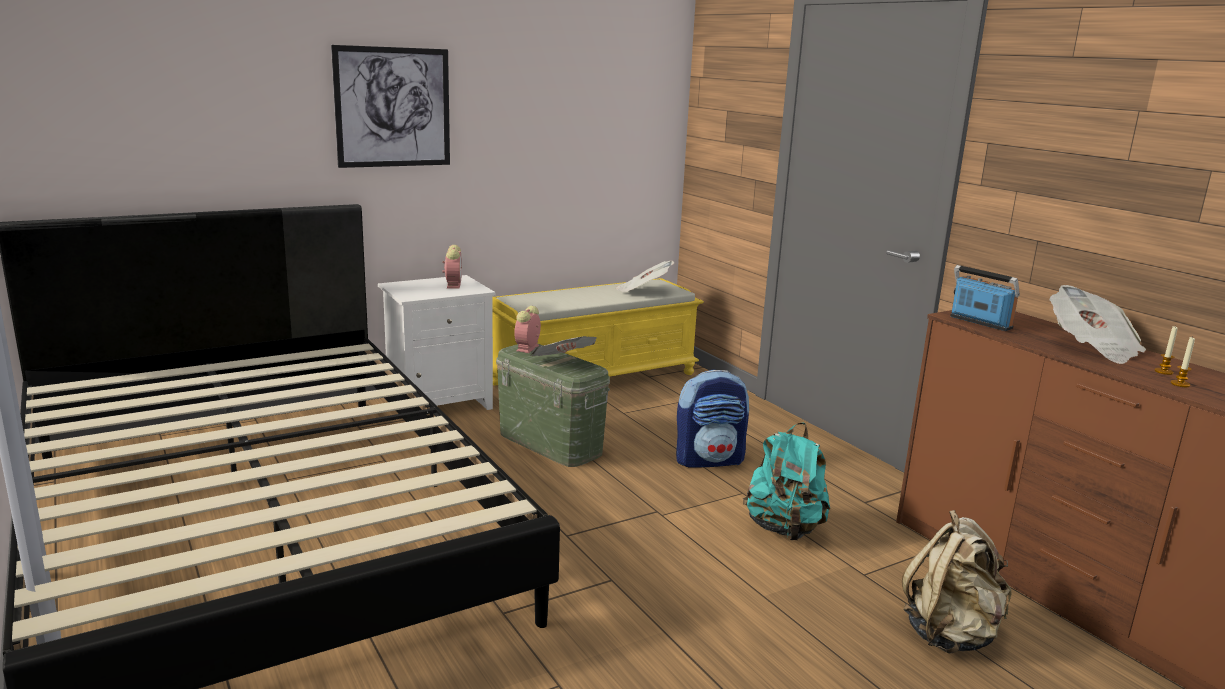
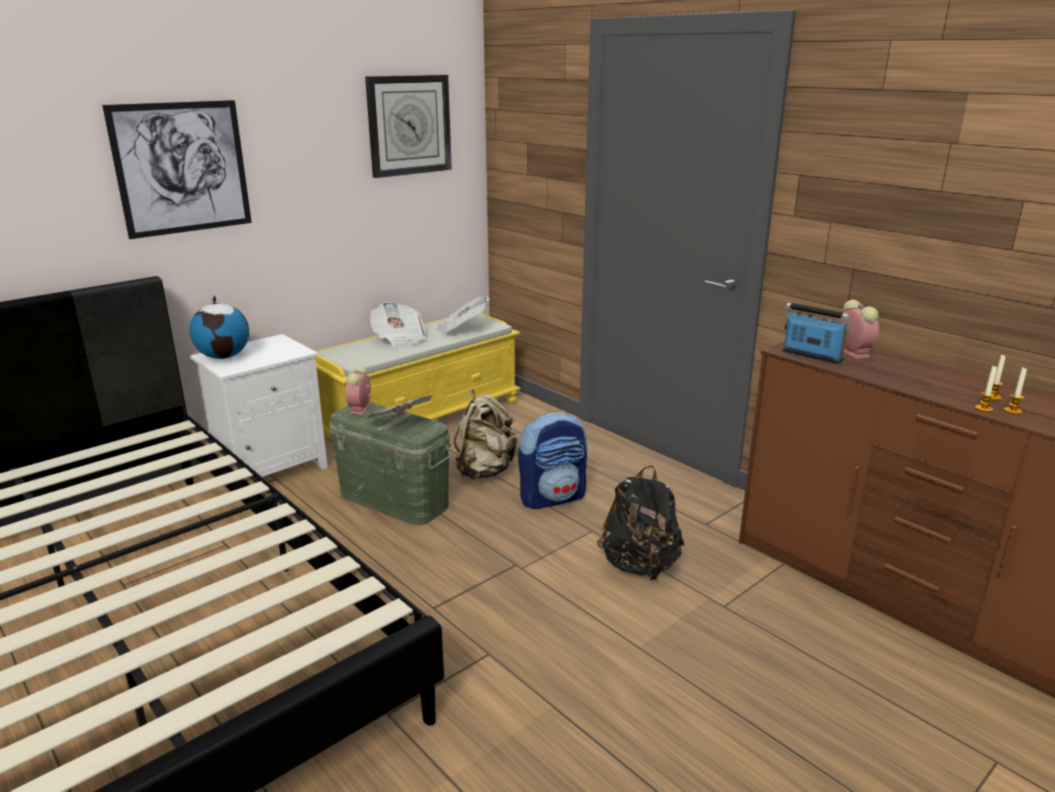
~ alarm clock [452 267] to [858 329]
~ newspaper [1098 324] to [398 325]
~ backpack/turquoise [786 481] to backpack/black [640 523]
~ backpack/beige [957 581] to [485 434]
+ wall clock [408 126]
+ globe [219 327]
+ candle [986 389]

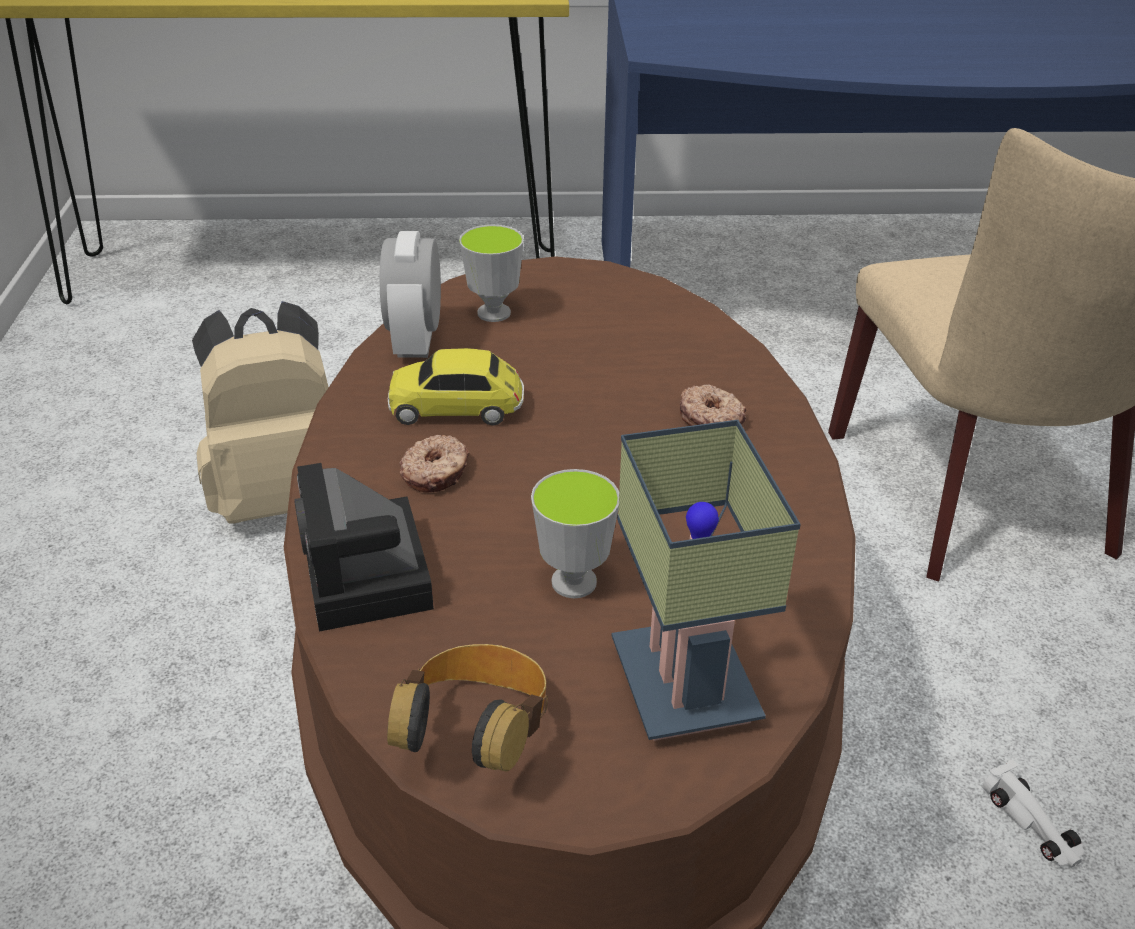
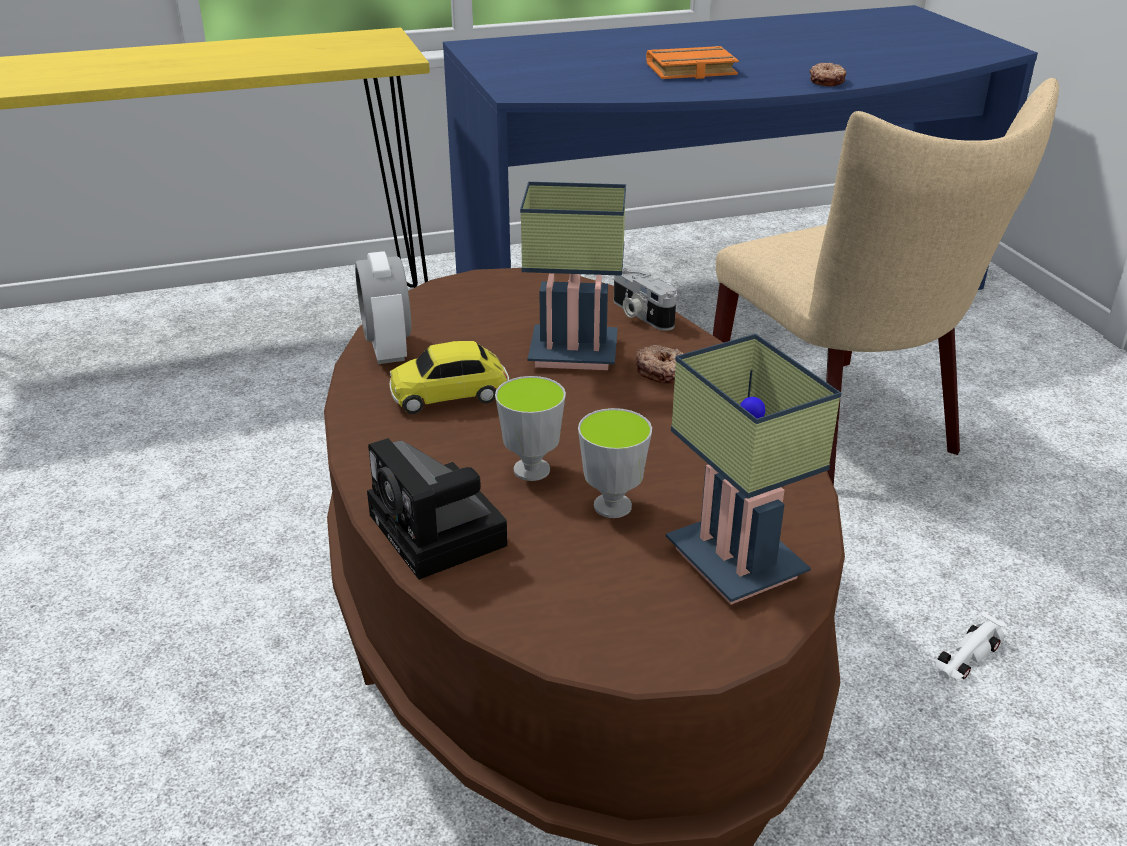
~ cup [491 273] to [530 428]
- backpack/beige [260 412]
~ donut [434 463] to [827 75]
- headphones [467 708]
~ toy car/white [1032 813] = [970 646] 90 degrees clockwise
+ book/orange [692 62]
+ table lamp [573 276]
+ photo camera [645 298]

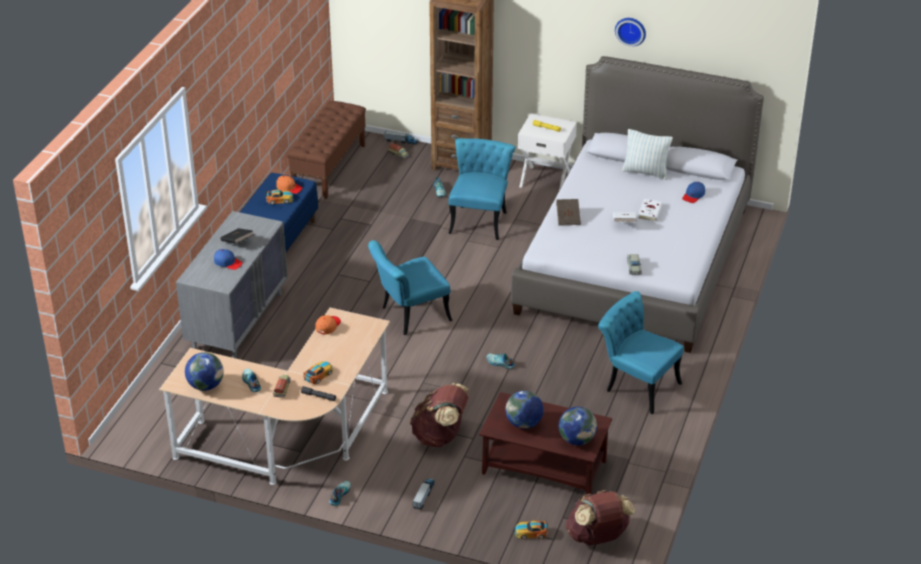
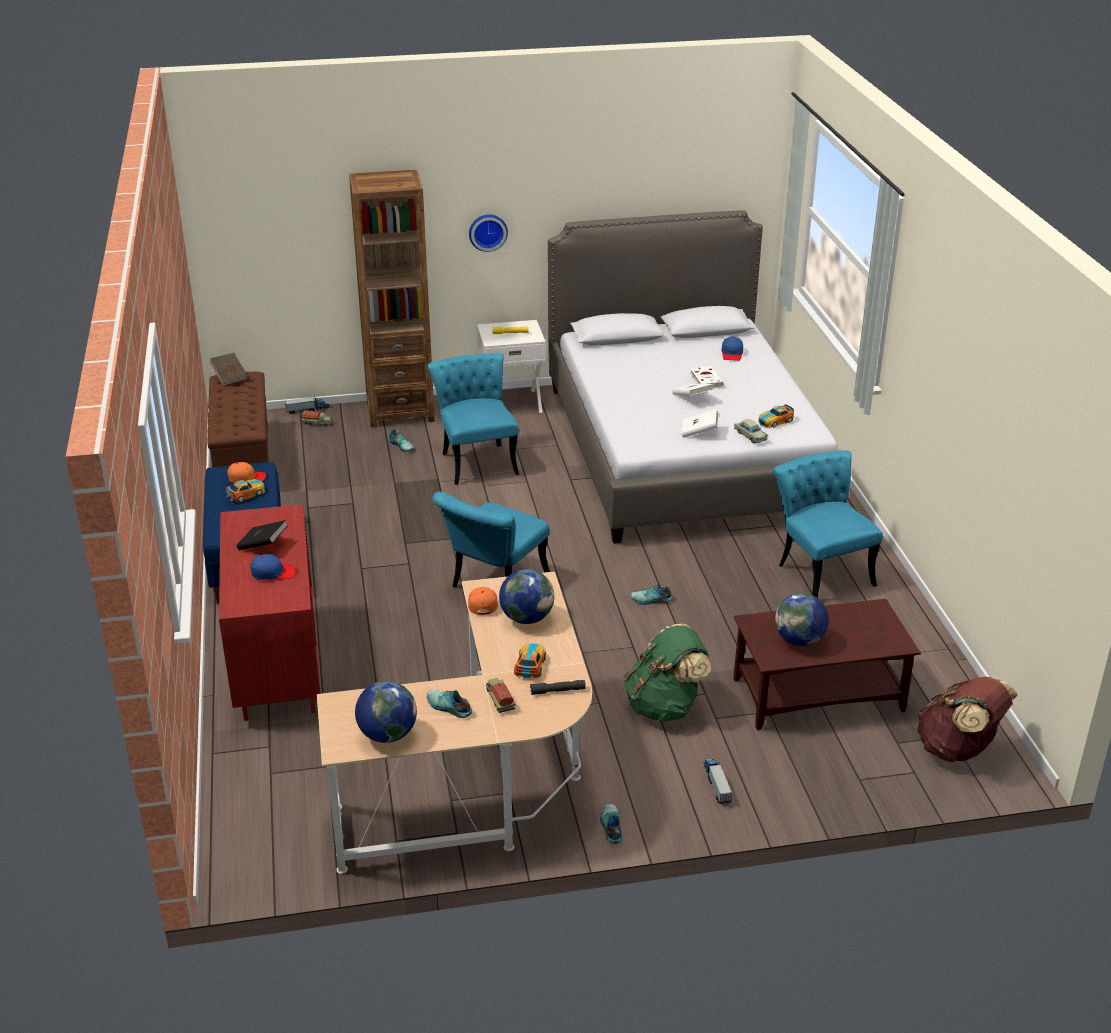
~ wall clock [630 32] to [488 233]
- pillow [647 154]
~ book/brown [568 212] to [229 369]
~ dresser/grey [232 284] to dresser/red [270 612]
~ chair/turquoise [641 352] = [828 524] 60 degrees clockwise
~ backpack/brown [439 415] to backpack/green [667 673]
~ globe [578 426] to [526 596]
~ toy car [531 530] to [776 416]
+ book/white [700 423]

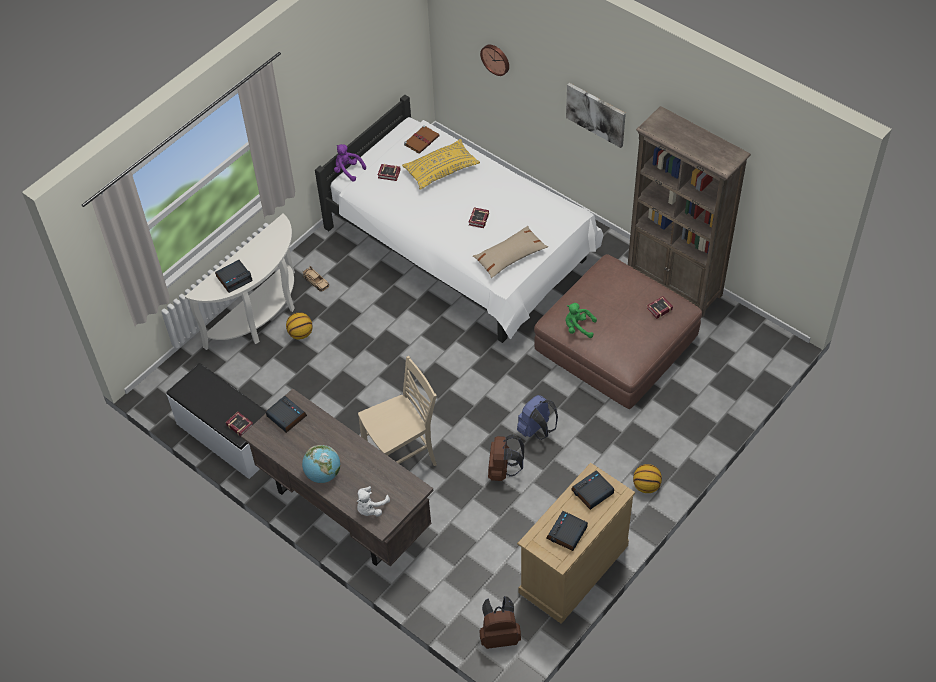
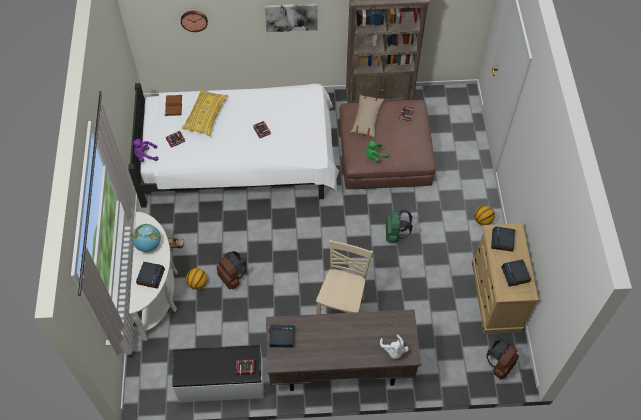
~ pillow/beige [510 252] to [367 116]
~ backpack/blue [537 417] to backpack/green [399 226]
~ backpack/brown [506 458] to [231 270]
~ globe [321 464] to [146 238]

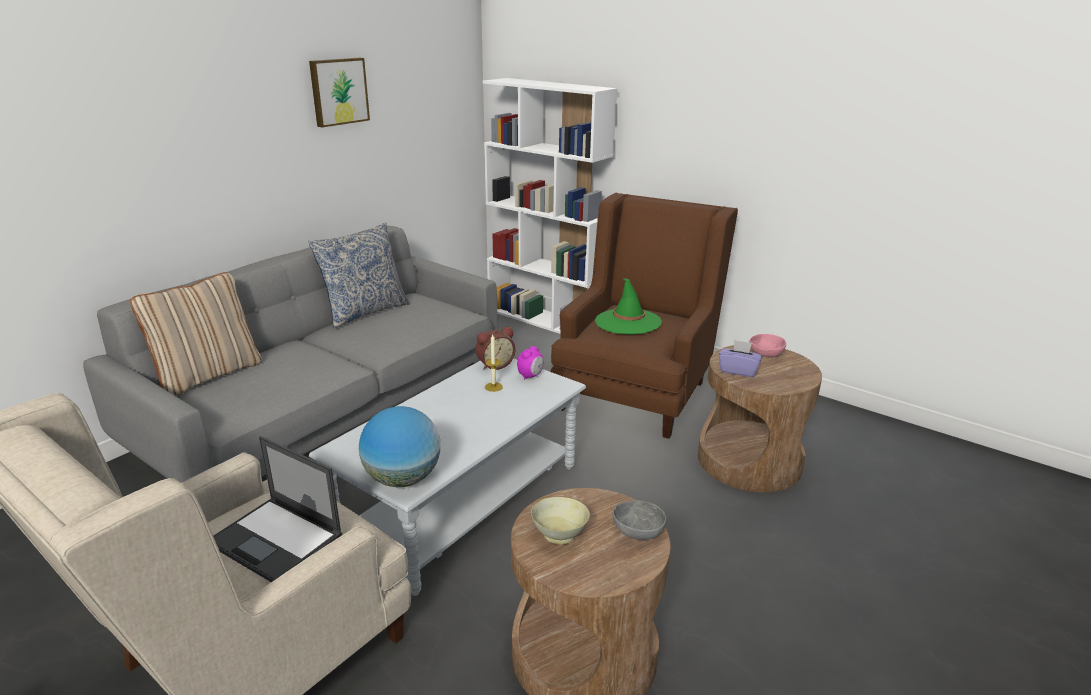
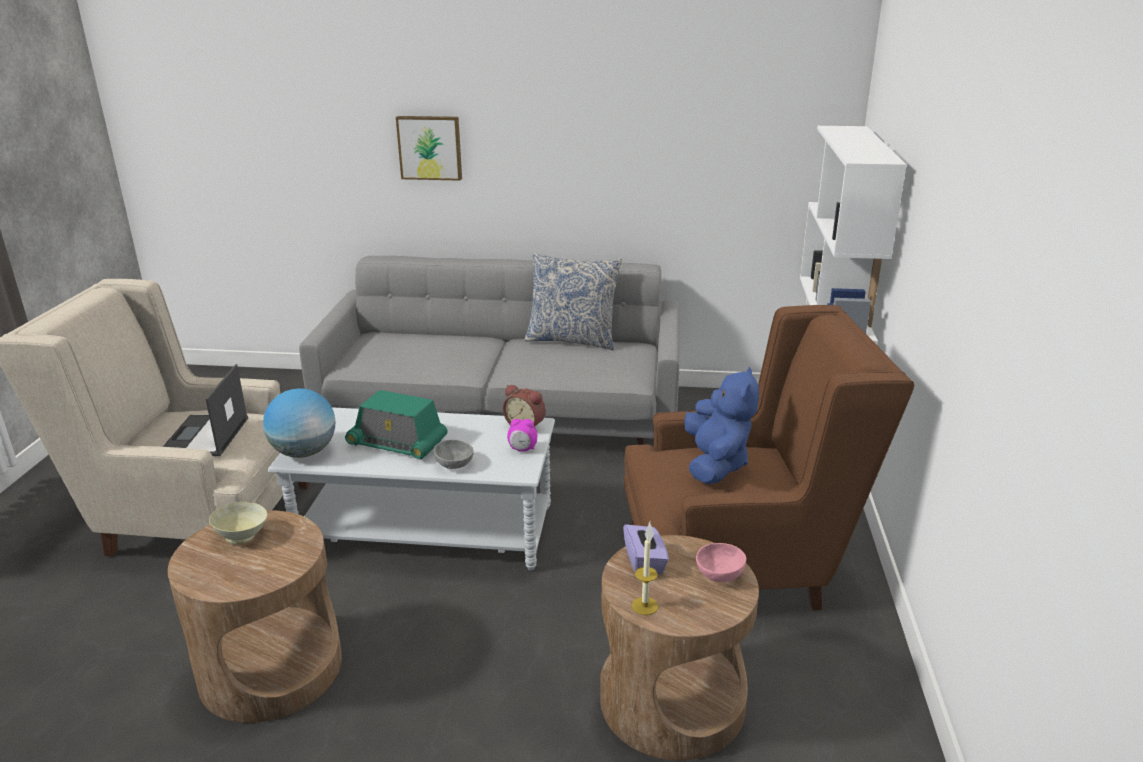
~ picture [339 92] to [429 148]
- pillow/beige [195 334]
~ hat/green [628 306] to plush toy/blue [721 426]
~ candle [494 363] to [645 576]
~ bowl/grey [639 520] to [454 454]
+ radio [396 425]

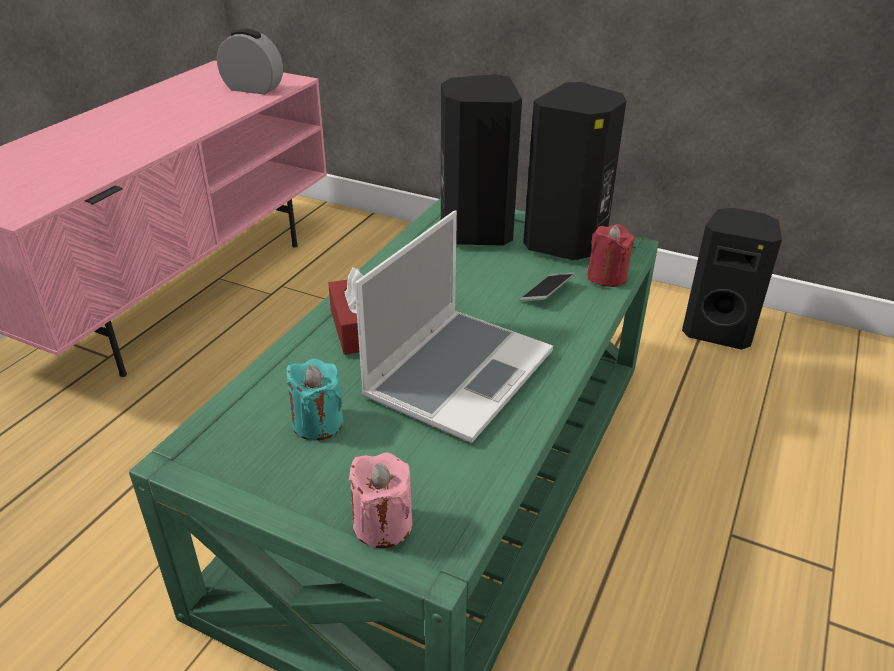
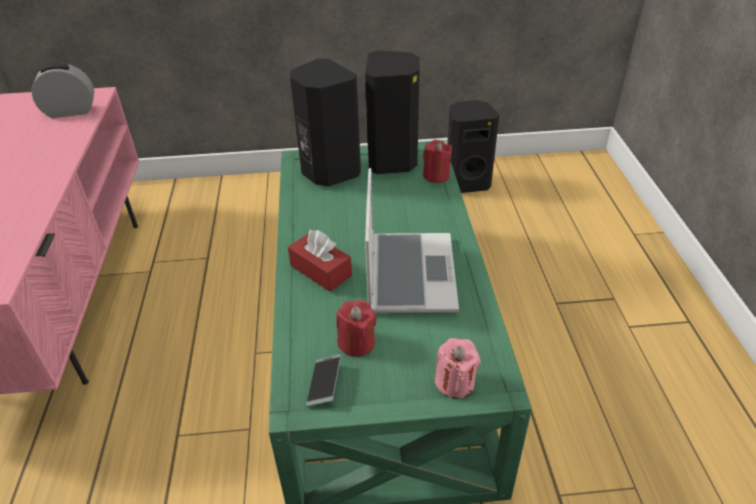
~ phone [547 286] to [323 380]
~ candle/turquoise [314 399] to candle/red [356 328]

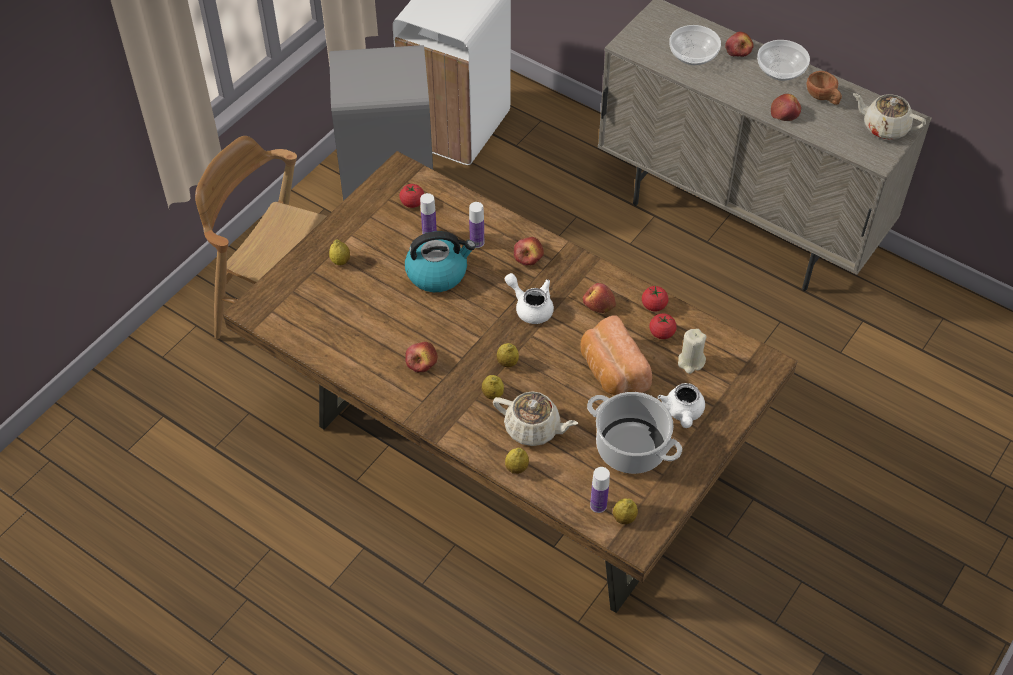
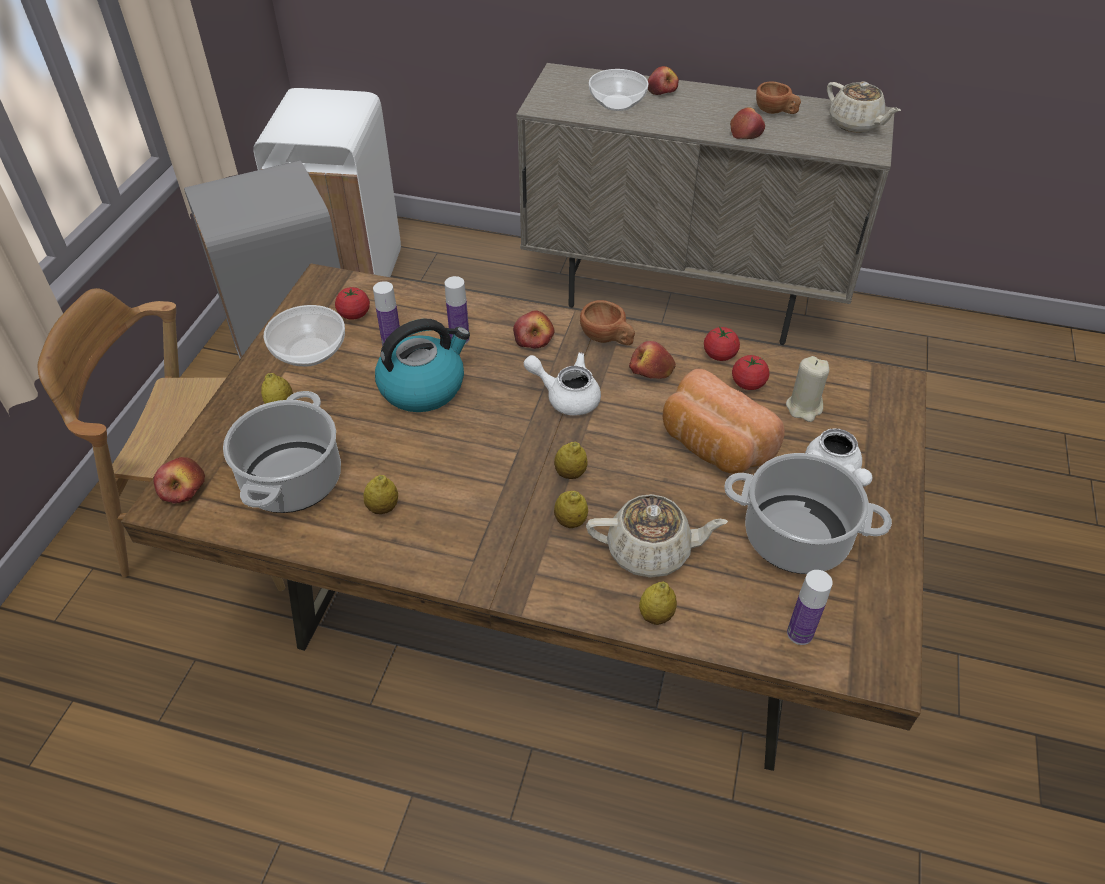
~ bowl [783 60] to [304 336]
~ teapot/beige [889 116] = [864 107] 135 degrees counterclockwise
~ apple [421 357] to [179 480]
~ lemon [625 511] to [380 494]
+ cup/brown [607 322]
+ cooking pot [282 452]

